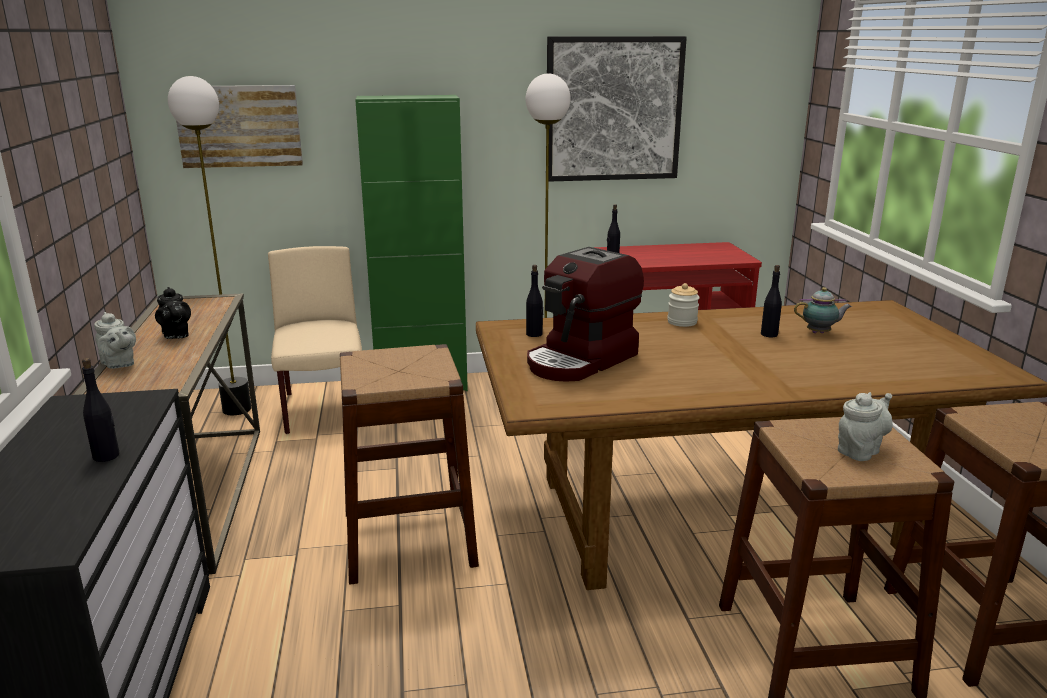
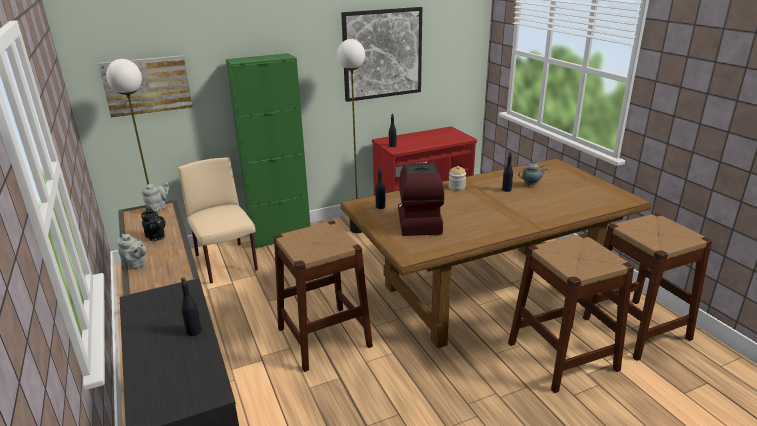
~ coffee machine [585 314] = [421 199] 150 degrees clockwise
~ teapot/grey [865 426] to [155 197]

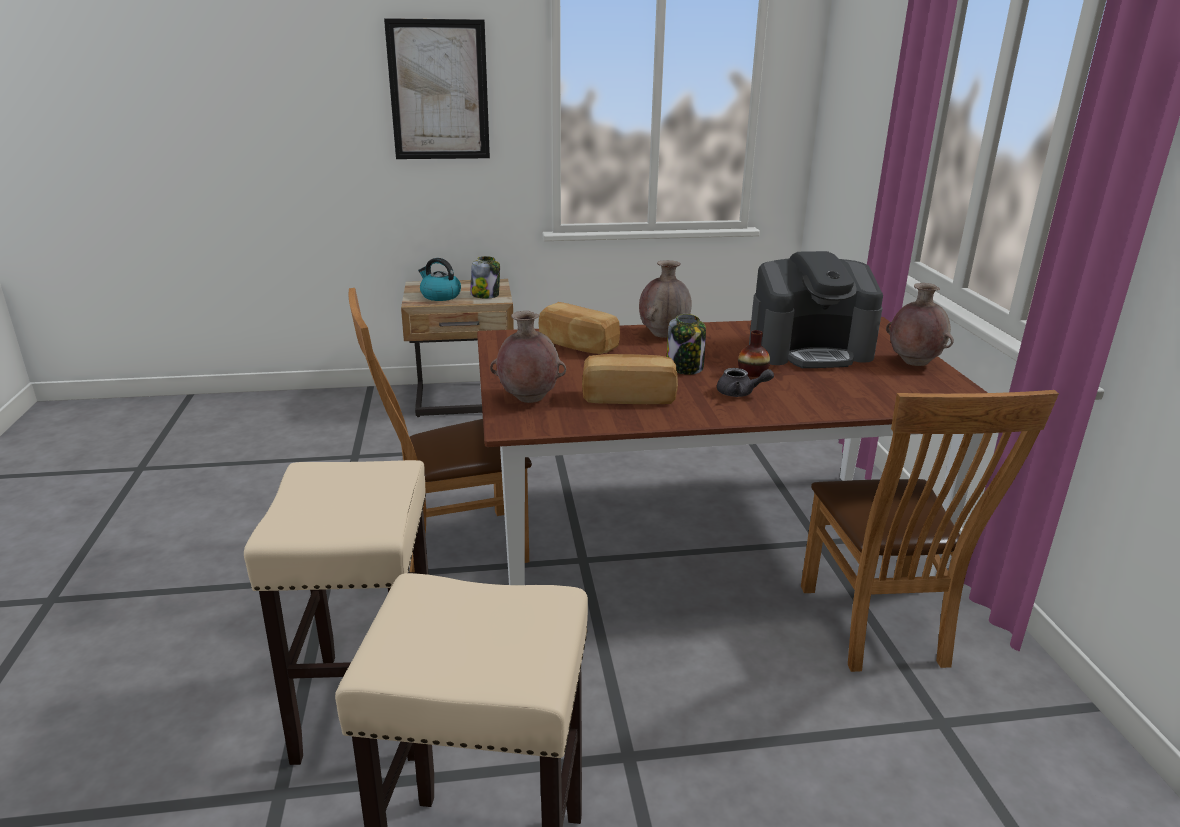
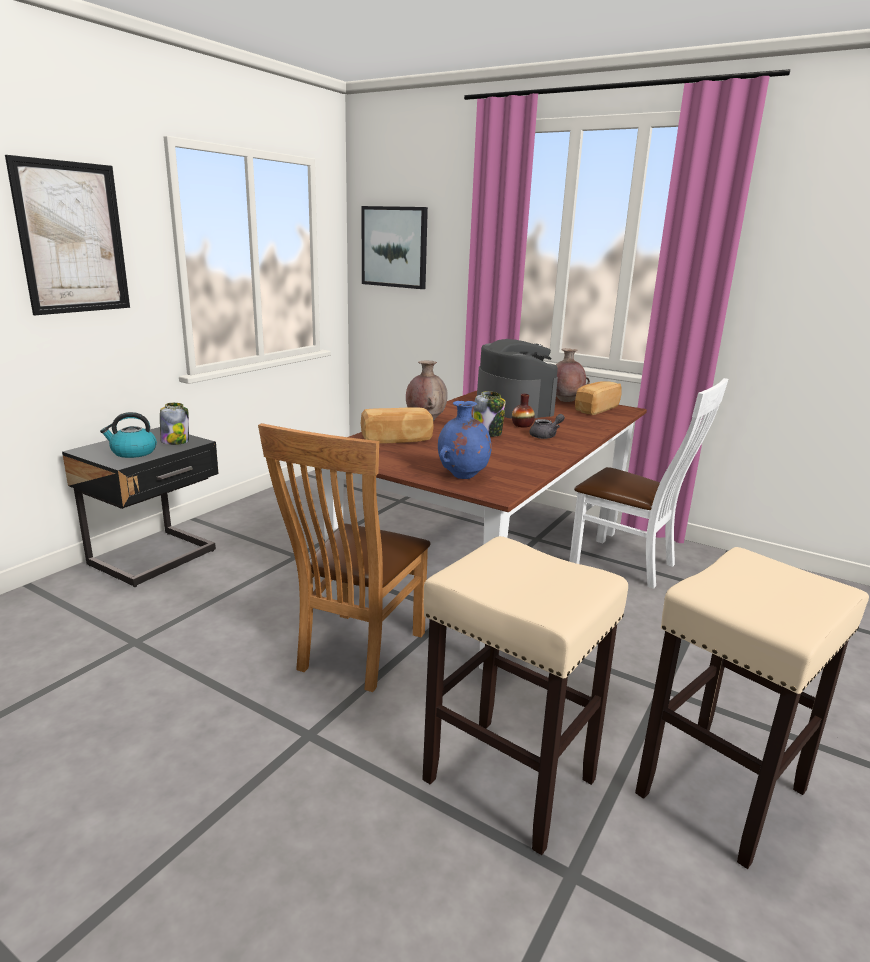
~ coffee machine [816 309] = [517 379] 60 degrees counterclockwise
~ nightstand/beige [457 348] to nightstand/black [140 507]
~ vase/brown [528 357] to vase/blue [465 440]
~ bread [630 379] to [598 398]
~ chair/brown [930 531] to chair/white [648 483]
+ picture [394 247]

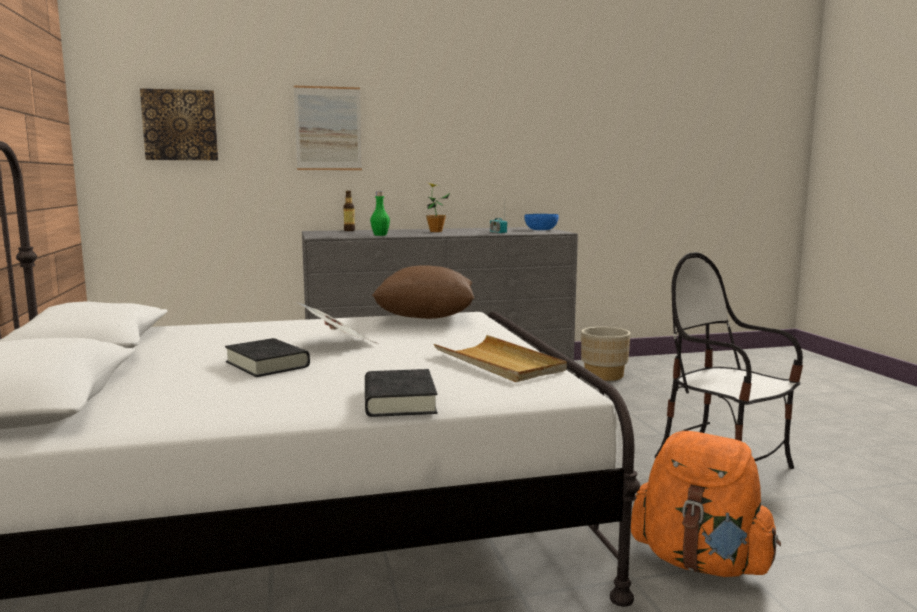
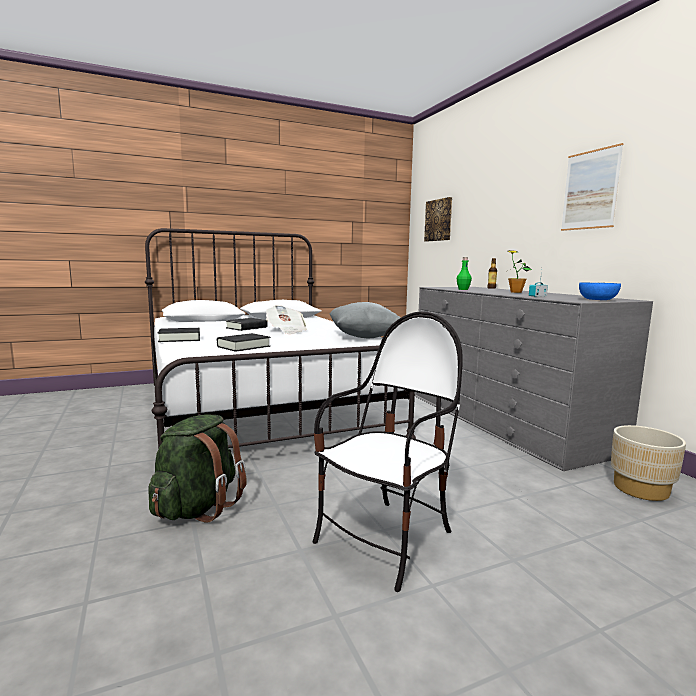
~ picture [328 128] to [592 187]
~ pillow/brown [423 292] to pillow/grey [365 320]
~ tray/beige [500 358] to book/black [243 342]
~ backpack/orange [706 504] to backpack/green [197 468]

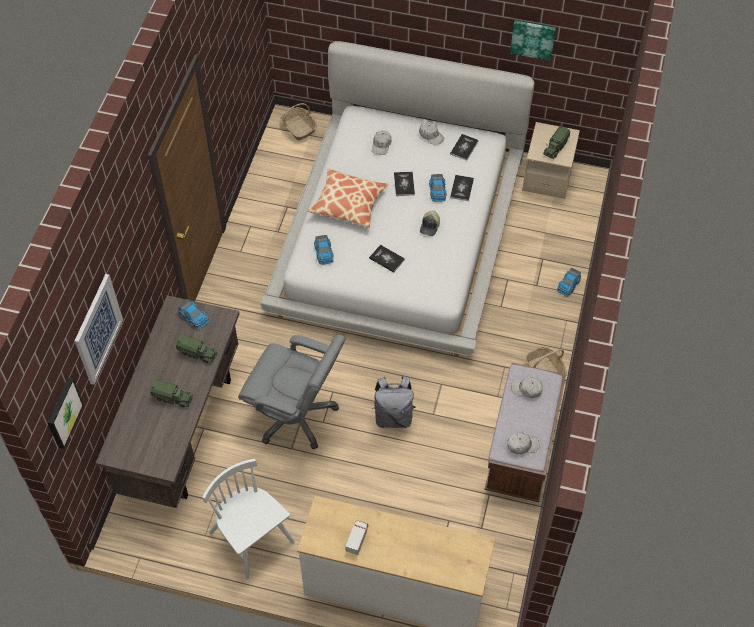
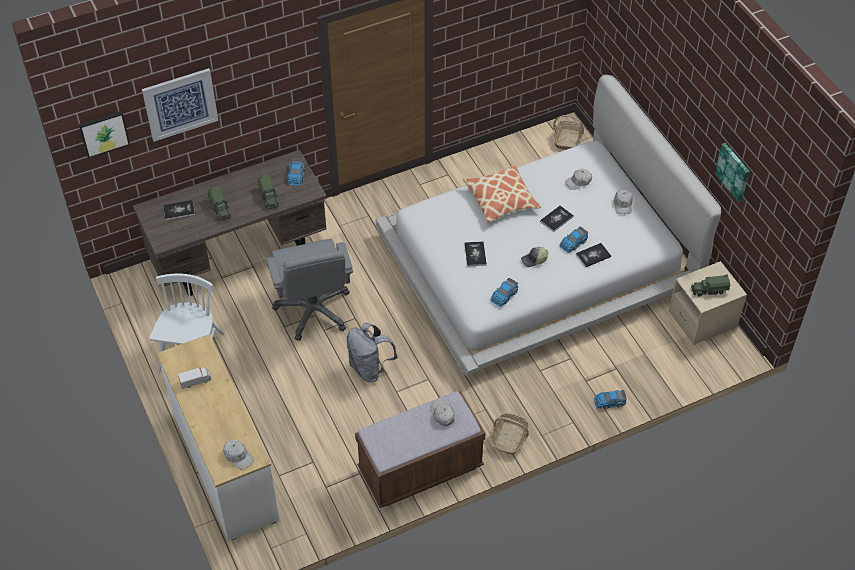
~ book [464 147] to [179 210]
~ toy car [324 250] to [504 292]
~ cap/white [523 443] to [238 454]

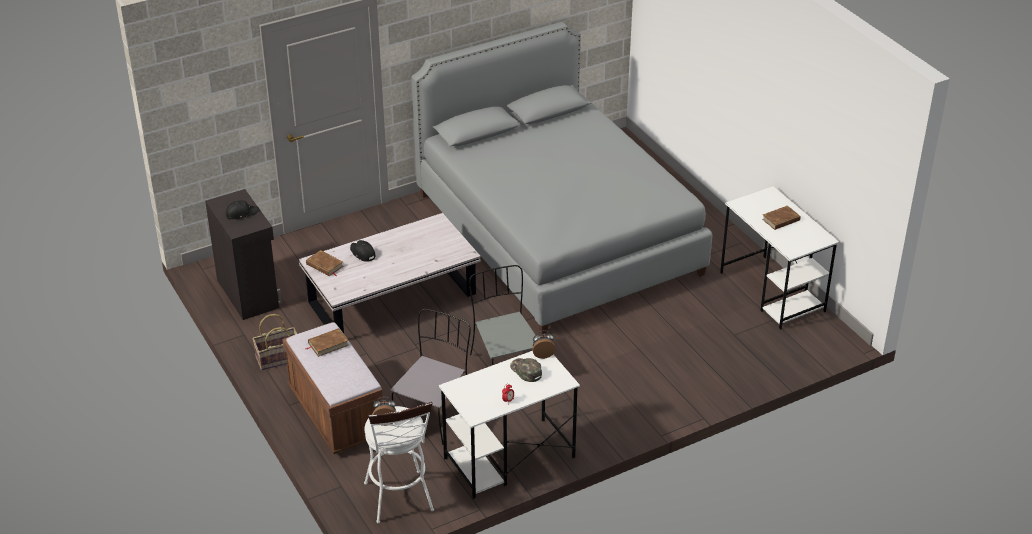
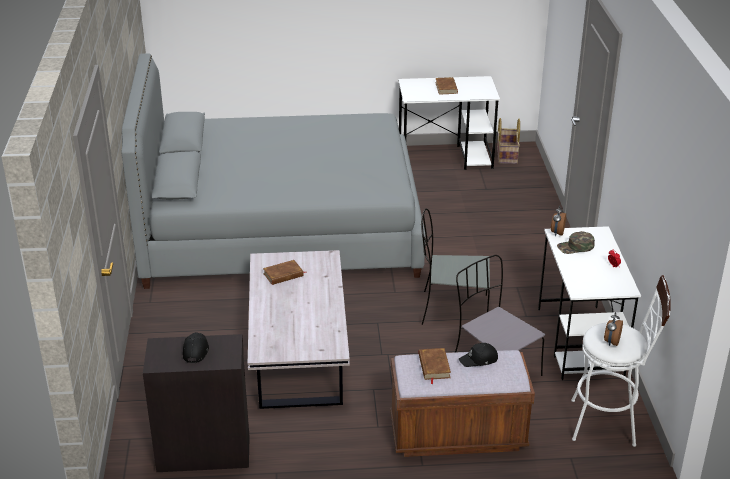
~ cap/black [363 251] to [478 355]
~ book/brown [324 263] to [285 272]
~ basket [274 342] to [508 141]

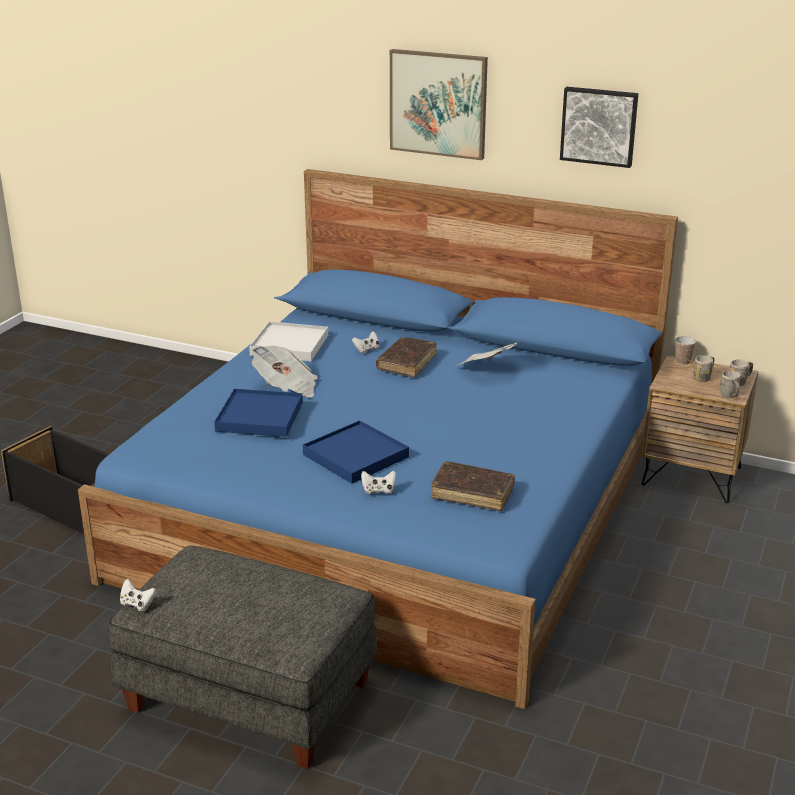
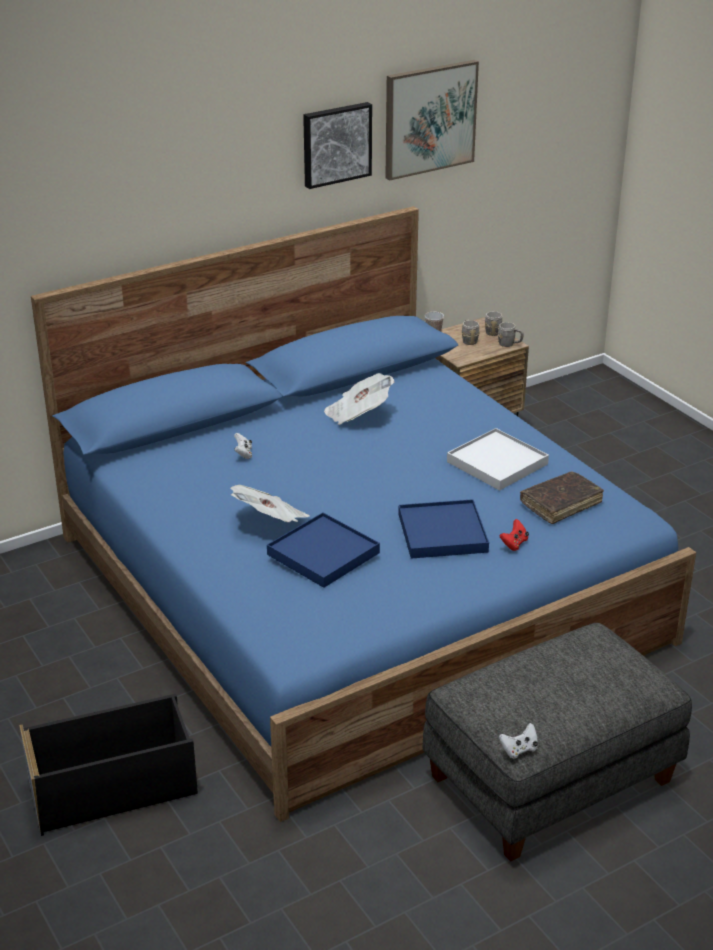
~ picture [439 104] to [432 120]
~ tray/white [288 341] to [498 459]
- book/brown [406 357]
~ game controller/white [378 482] to game controller/red [514 535]

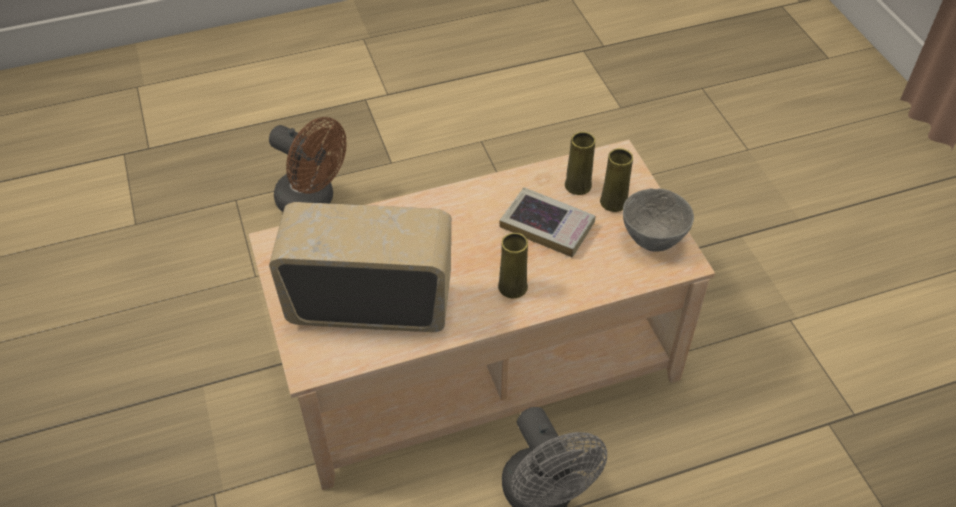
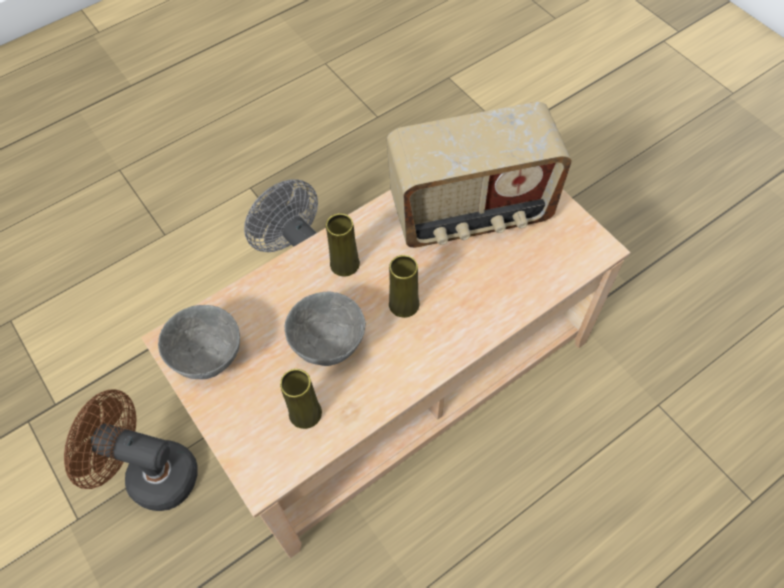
~ fan/brown [307 164] to [131 450]
~ vase/yellow [616 180] to [404 286]
~ book [547 222] to bowl/grey [325 328]

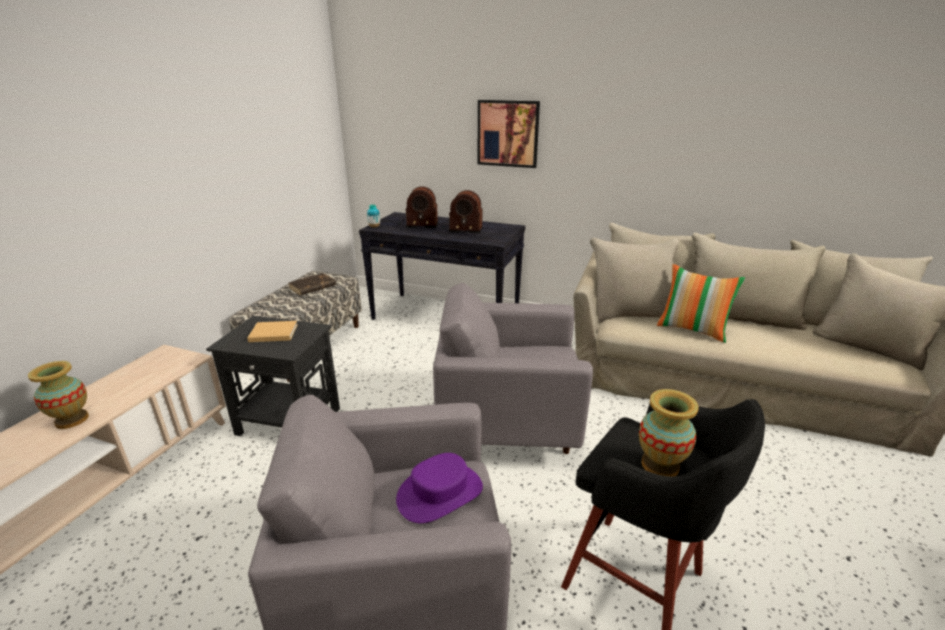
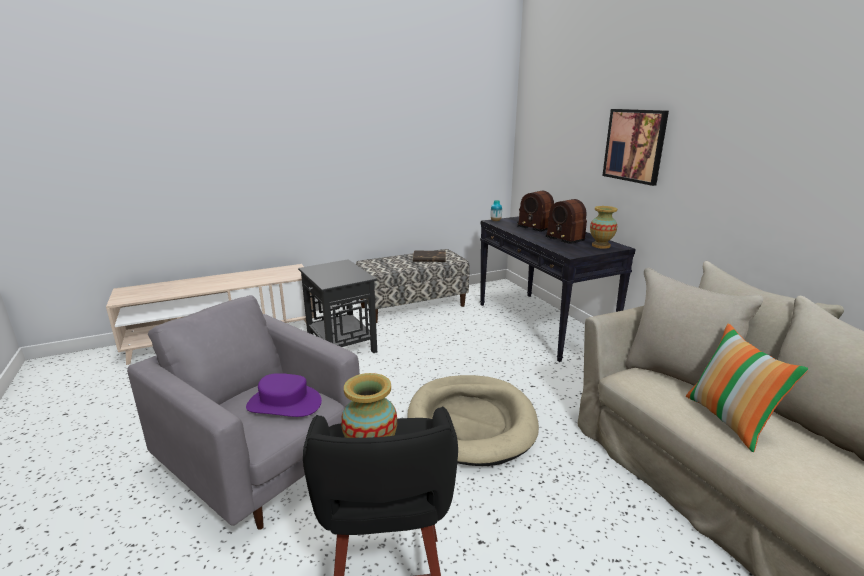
~ armchair/grey [513 368] to dog bed/beige [473 420]
- book/beige [272 331]
~ vase [58 395] to [603 227]

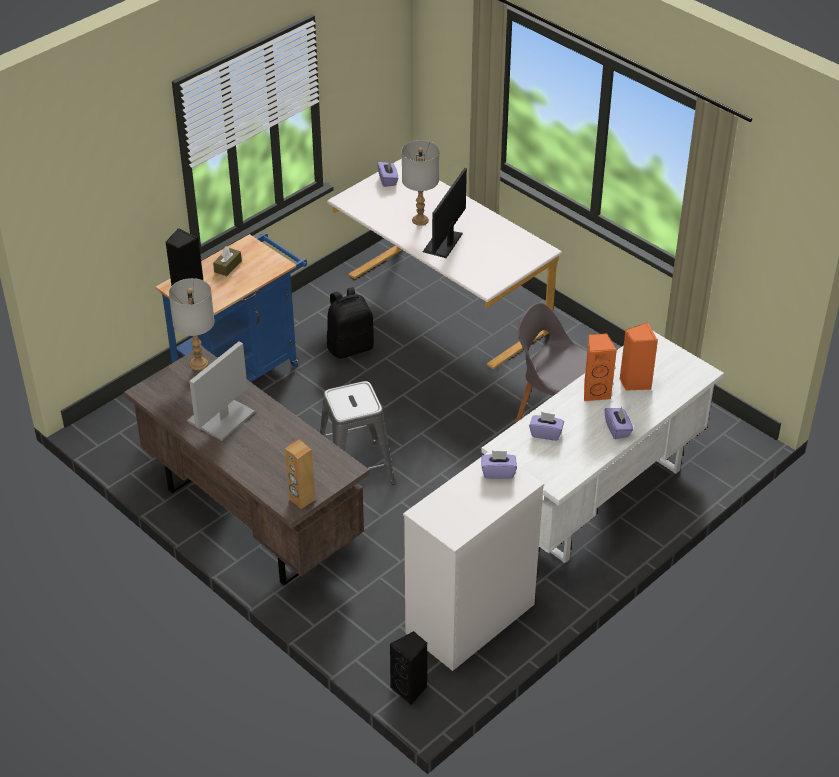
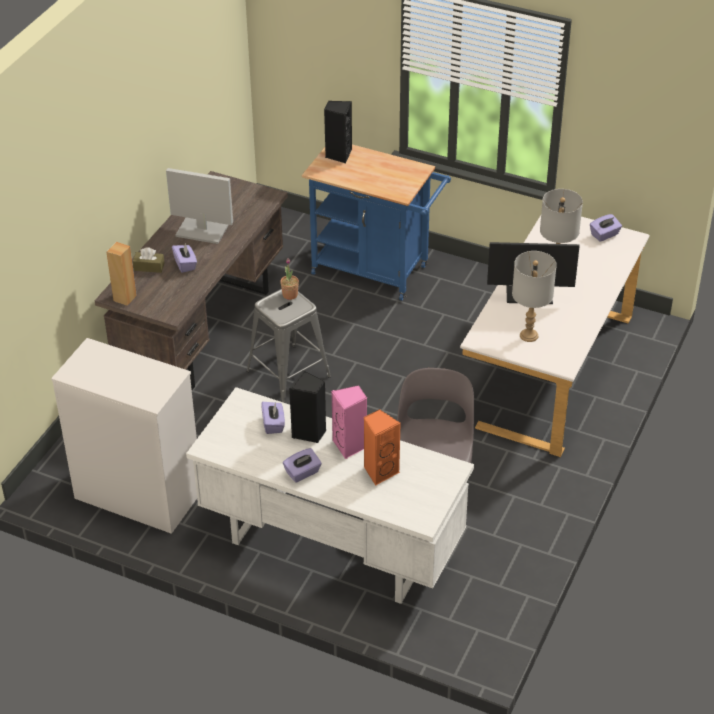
~ tissue box/brown [227 261] to [148 260]
~ table lamp/grey [192 324] to [534 296]
- backpack/black [350 323]
~ speaker/orange [600 367] to speaker/pink [349 422]
~ tissue box/purple [499 465] to [184 257]
~ speaker/black [408 668] to [308 406]
+ potted plant [289 279]

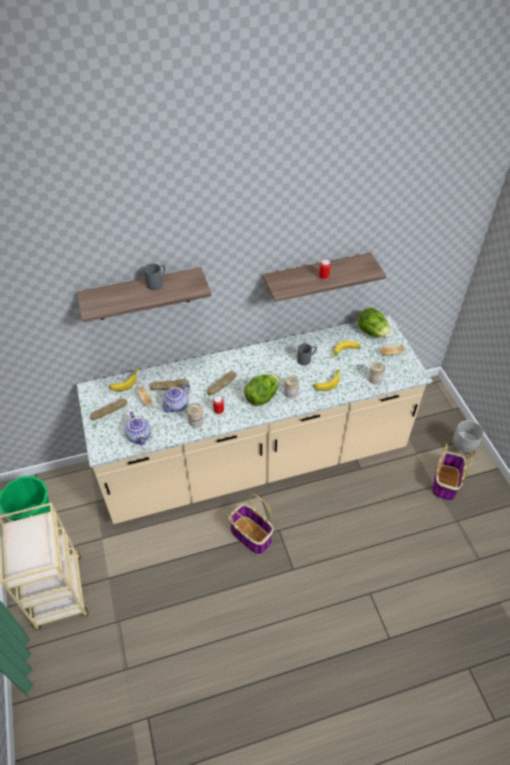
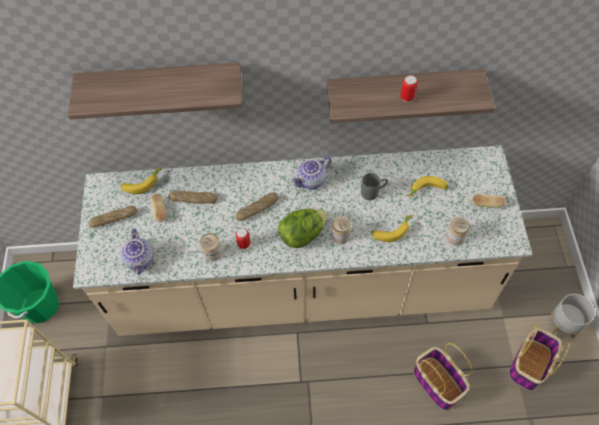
- mug/grey [155 277]
- lettuce [374 323]
~ teapot [175 397] to [311 172]
~ basket [251 524] to [442 376]

